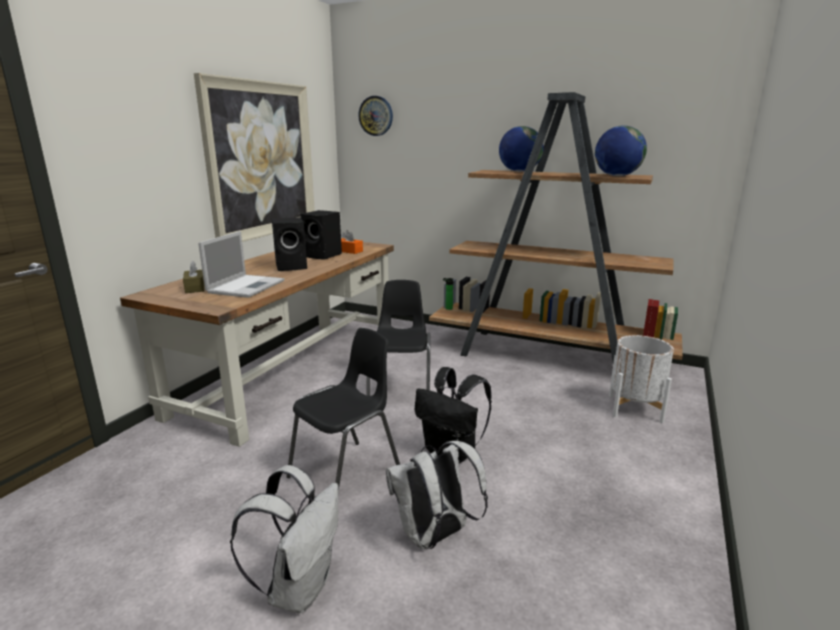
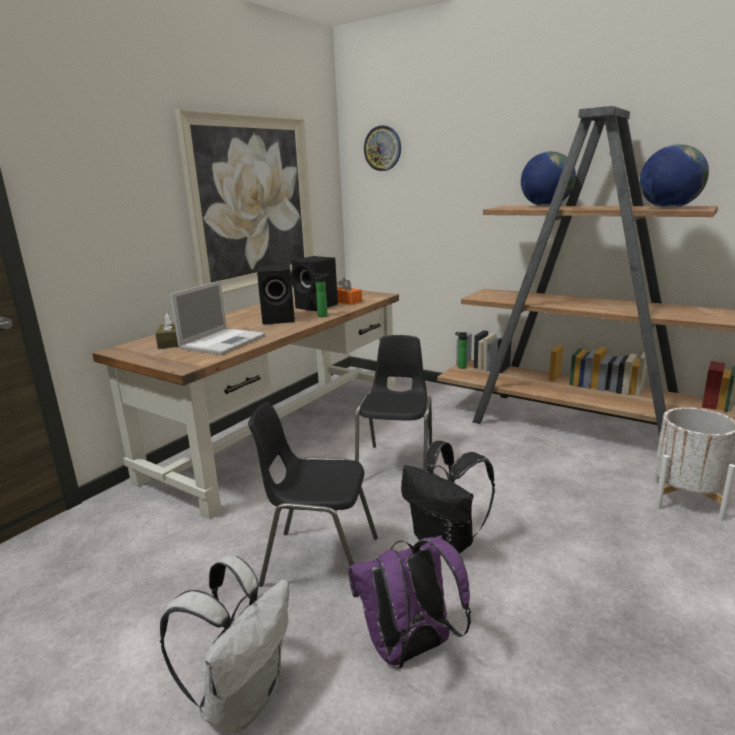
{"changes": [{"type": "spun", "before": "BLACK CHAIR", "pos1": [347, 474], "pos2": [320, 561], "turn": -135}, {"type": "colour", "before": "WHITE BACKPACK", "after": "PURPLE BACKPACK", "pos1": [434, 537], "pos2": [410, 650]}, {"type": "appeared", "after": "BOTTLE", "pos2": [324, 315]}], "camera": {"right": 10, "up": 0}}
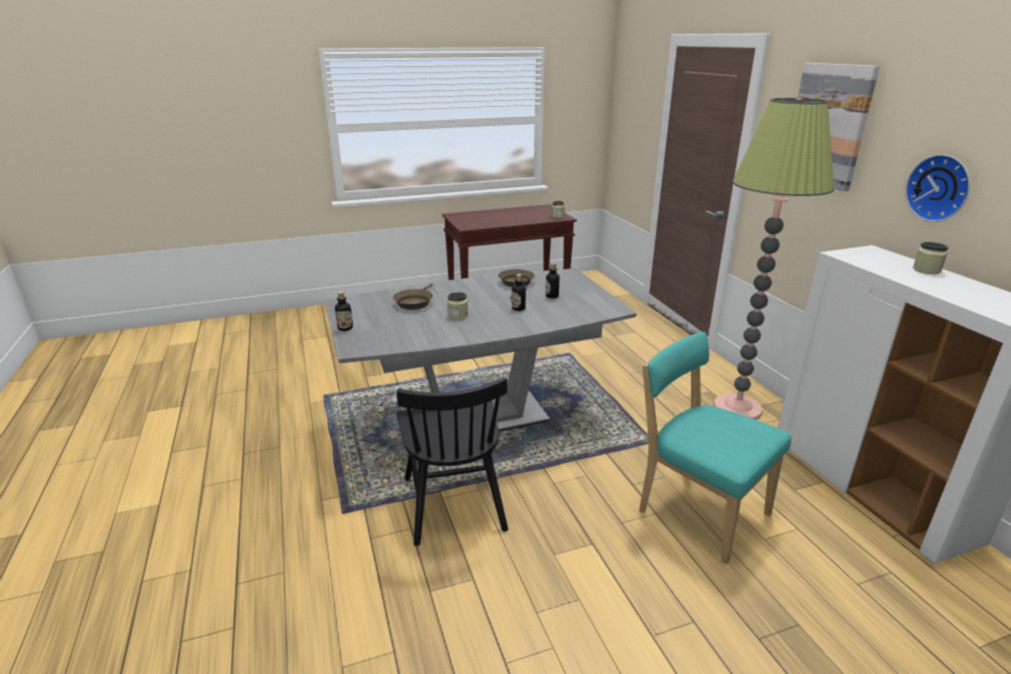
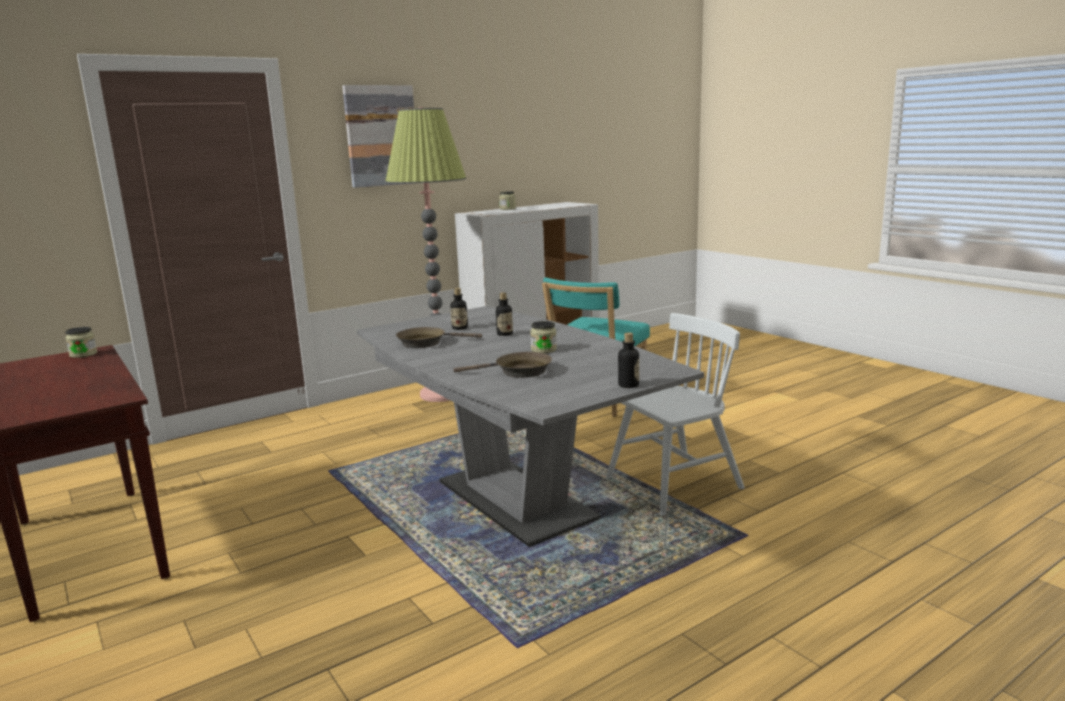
{"changes": [{"type": "colour", "before": "BLACK CHAIR", "after": "WHITE CHAIR", "pos1": [454, 502], "pos2": [673, 484]}, {"type": "missing", "before": "WALL CLOCK", "pos1": [940, 188]}], "camera": {"right": -105, "up": -10}}
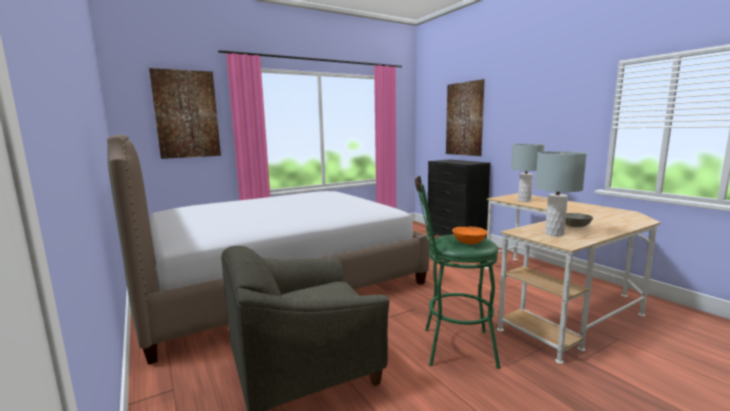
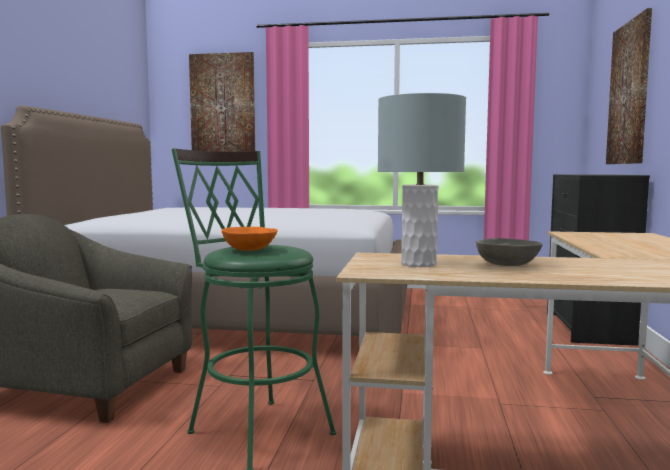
{"changes": [{"type": "missing", "before": "GREY TABLE LAMP", "pos1": [524, 200]}], "camera": {"right": 40, "up": -5}}
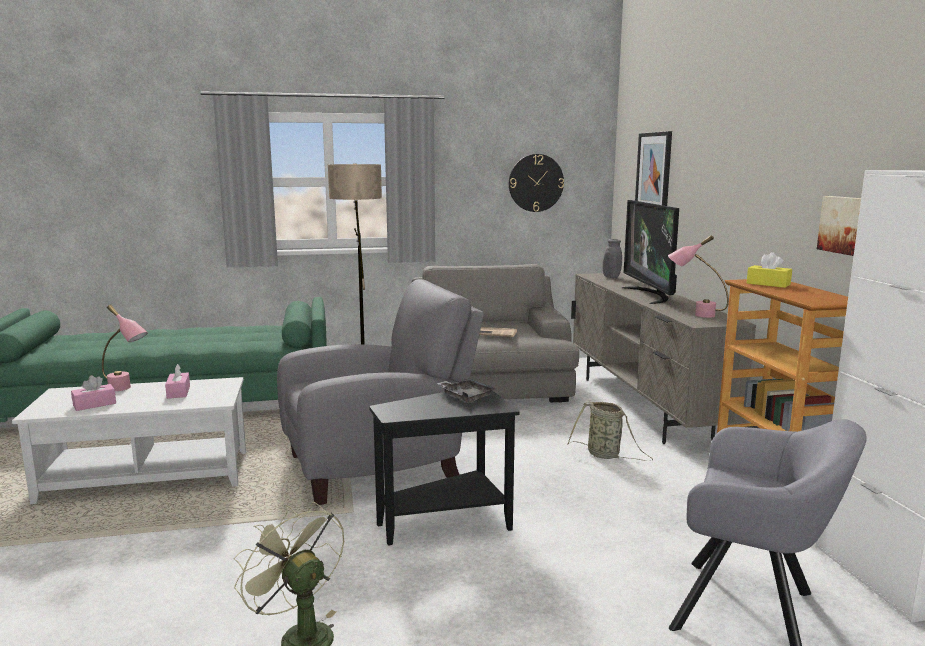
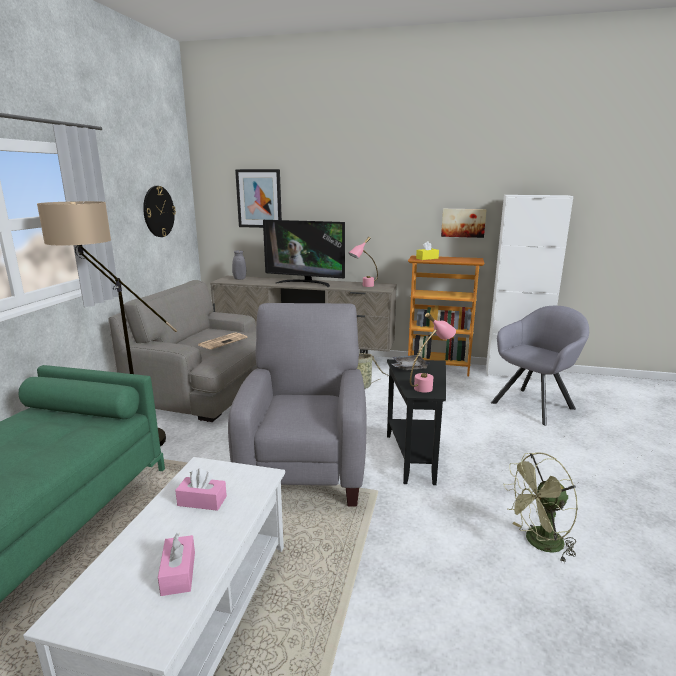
{"changes": [{"type": "relocated", "before": "PINK TABLE LAMP", "pos1": [126, 389], "pos2": [429, 386]}], "camera": {"right": -65, "up": 5}}
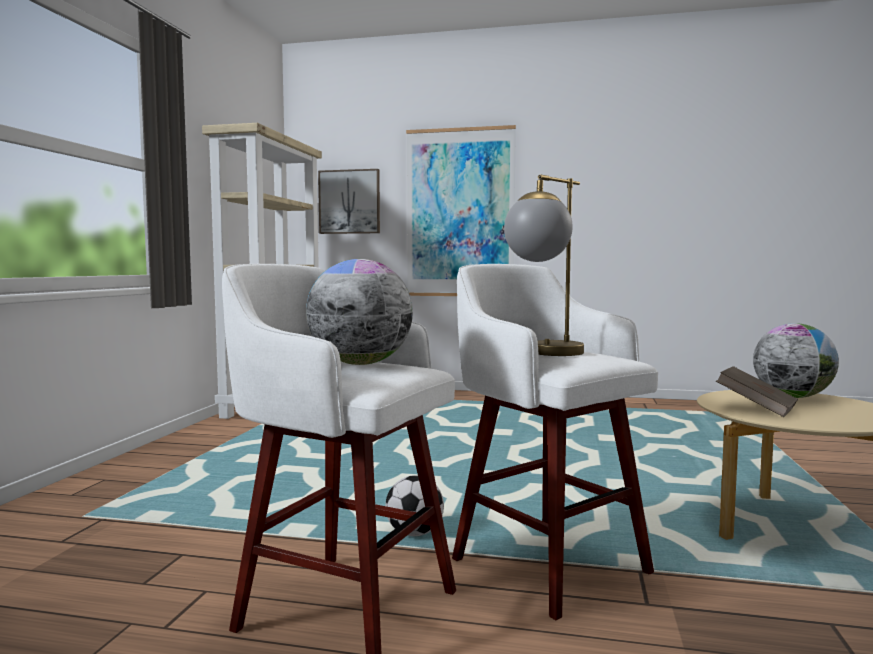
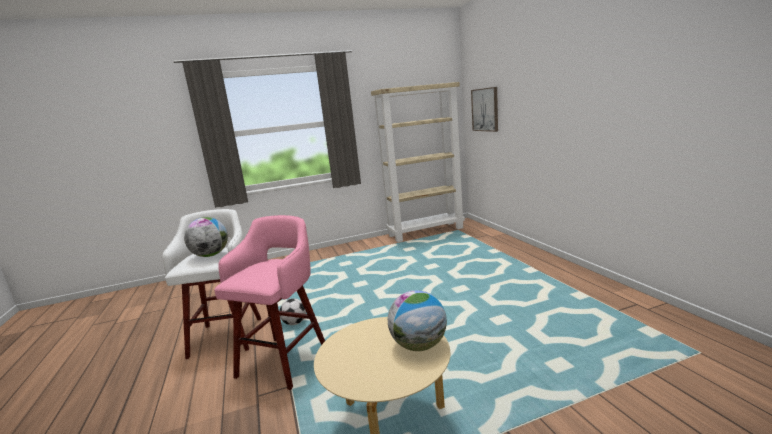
{"changes": [{"type": "missing", "before": "PICTURE", "pos1": [460, 213]}, {"type": "colour", "before": "WHITE STOOL", "after": "PINK STOOL", "pos1": [545, 562], "pos2": [285, 360]}, {"type": "missing", "before": "TABLE LAMP", "pos1": [545, 354]}, {"type": "missing", "before": "BROWN BOOK", "pos1": [756, 408]}], "camera": {"right": 60, "up": 10}}
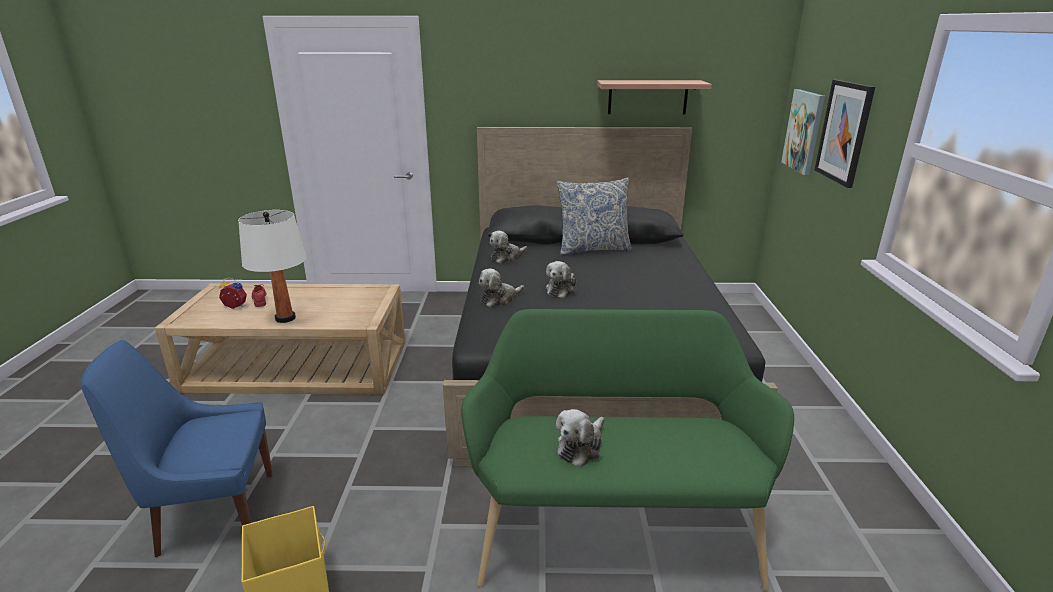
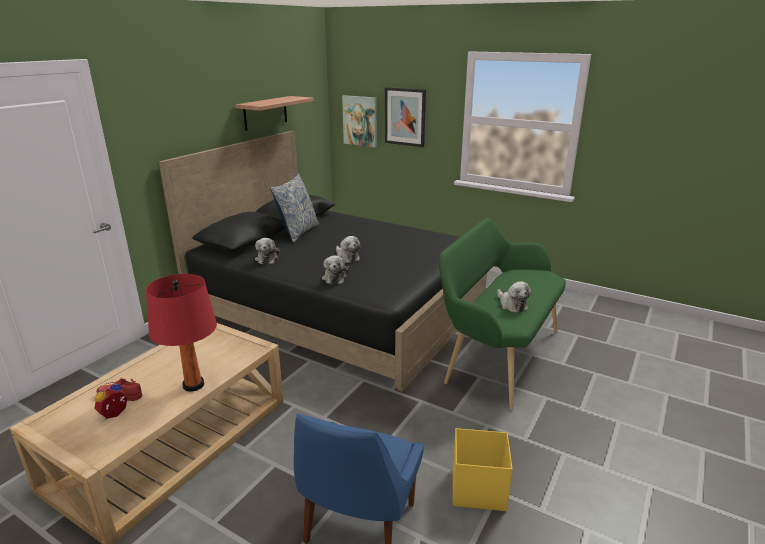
{"changes": [{"type": "colour", "before": "WHITE TABLE LAMP", "after": "RED TABLE LAMP", "pos1": [285, 318], "pos2": [193, 385]}], "camera": {"right": -60, "up": 0}}
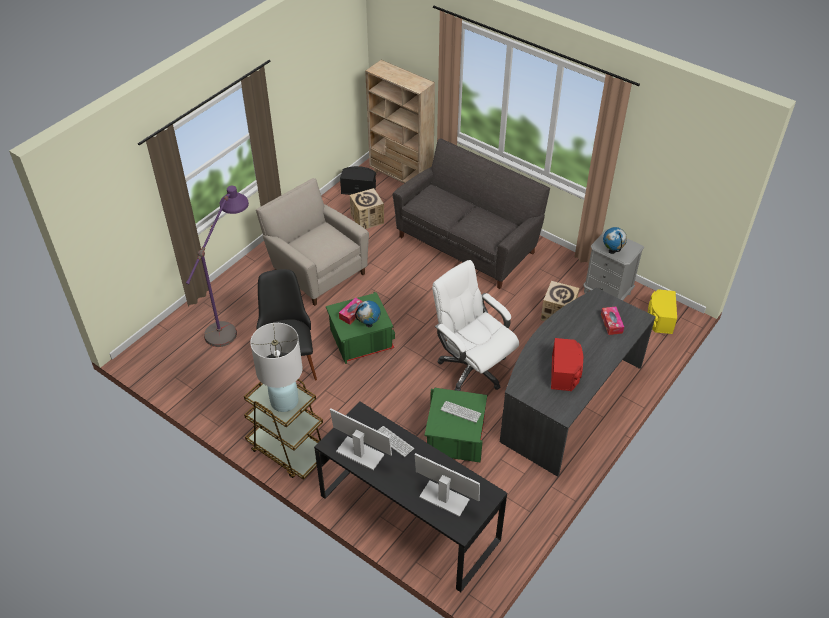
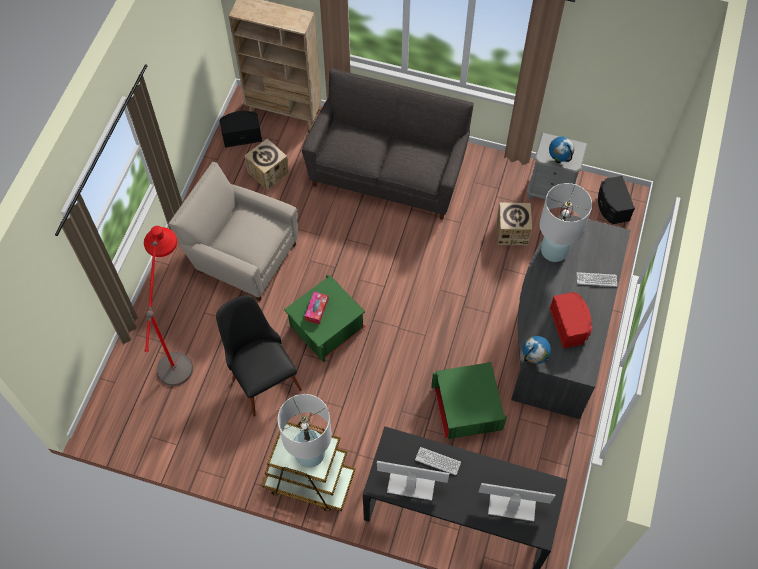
{"changes": [{"type": "colour", "before": "PURPLE FLOOR LAMP", "after": "RED FLOOR LAMP", "pos1": [233, 319], "pos2": [179, 345]}, {"type": "relocated", "before": "GLOBE", "pos1": [369, 324], "pos2": [534, 358]}, {"type": "missing", "before": "WHITE OFFICE CHAIR", "pos1": [472, 367]}, {"type": "relocated", "before": "KEYBOARD", "pos1": [460, 412], "pos2": [596, 279]}, {"type": "missing", "before": "TISSUE BOX", "pos1": [611, 323]}, {"type": "colour", "before": "YELLOW SPEAKER", "after": "BLACK SPEAKER", "pos1": [659, 319], "pos2": [611, 207]}, {"type": "appeared", "after": "WHITE TABLE LAMP", "pos2": [554, 250]}], "camera": {"right": -20, "up": 15}}
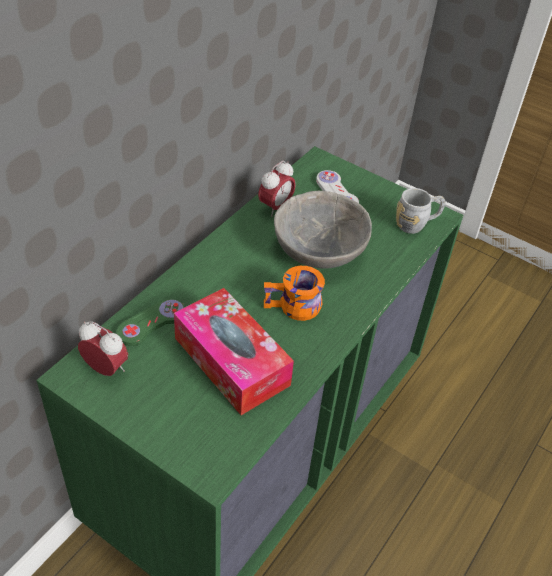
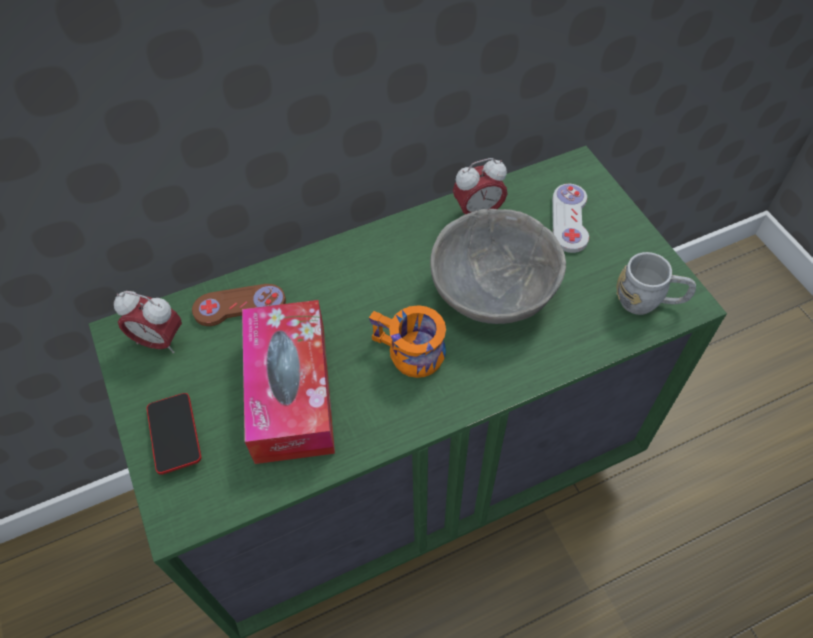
{"changes": [{"type": "spun", "before": "ALARM CLOCK", "pos1": [106, 369], "pos2": [159, 341], "turn": 135}, {"type": "colour", "before": "GREEN GAME CONTROLLER", "after": "BROWN GAME CONTROLLER", "pos1": [151, 323], "pos2": [240, 306]}, {"type": "appeared", "after": "PHONE", "pos2": [175, 435]}], "camera": {"right": 35, "up": 10}}
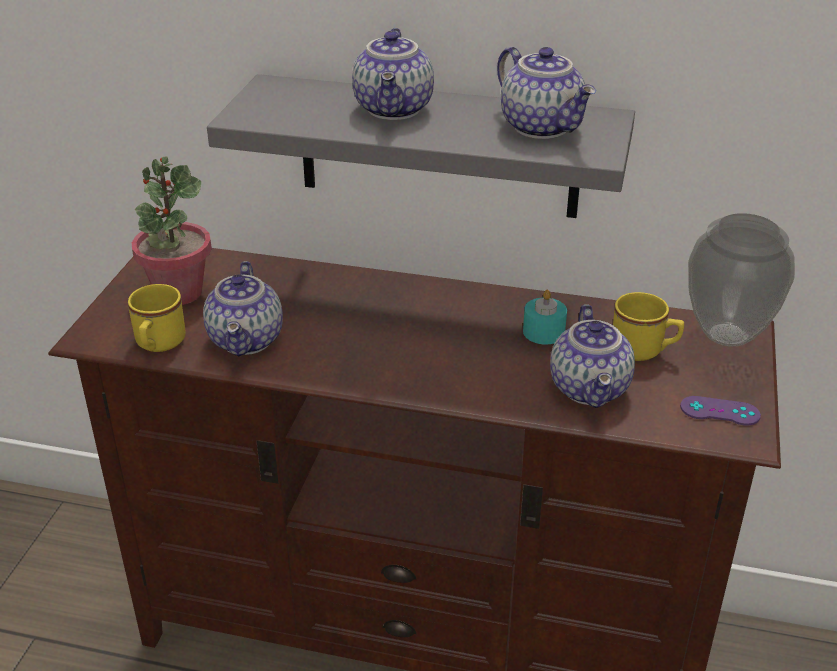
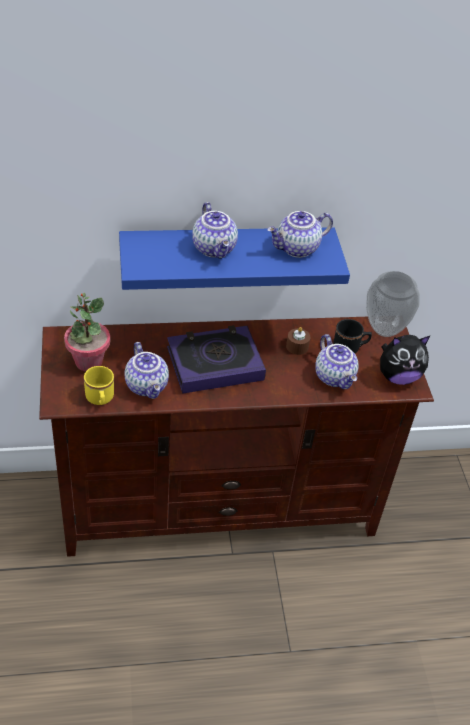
{"changes": [{"type": "colour", "before": "GREY SHELF", "after": "BLUE SHELF", "pos1": [438, 147], "pos2": [226, 255]}, {"type": "spun", "before": "TEAPOT", "pos1": [543, 127], "pos2": [297, 249], "turn": 120}, {"type": "colour", "before": "TURQUOISE CANDLE", "after": "BROWN CANDLE", "pos1": [543, 332], "pos2": [297, 346]}, {"type": "colour", "before": "YELLOW MUG", "after": "BLACK MUG", "pos1": [644, 351], "pos2": [350, 348]}, {"type": "exchanged", "before": "PURPLE GAME CONTROLLER", "after": "PLUSH TOY", "pos1": [719, 411], "pos2": [398, 376]}, {"type": "appeared", "after": "BOOK", "pos2": [215, 364]}], "camera": {"right": -25, "up": 10}}
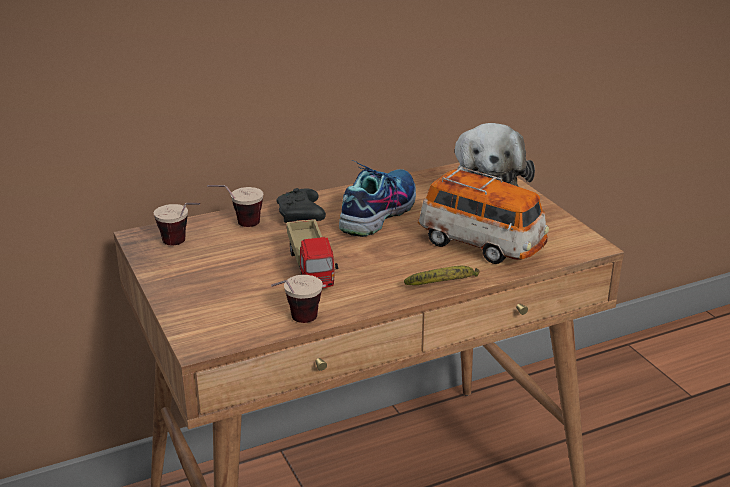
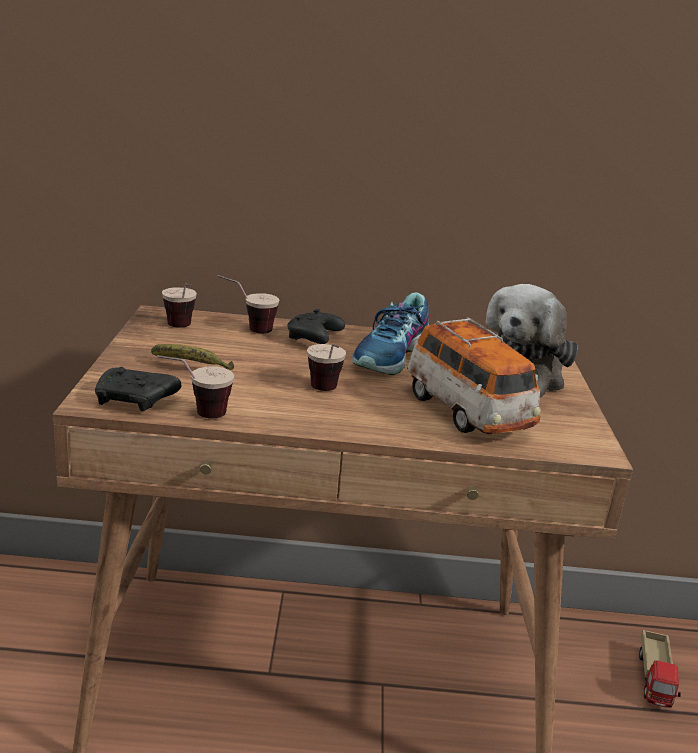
{"changes": [{"type": "relocated", "before": "TOY TRUCK", "pos1": [312, 270], "pos2": [654, 680]}, {"type": "spun", "before": "SHOE", "pos1": [377, 212], "pos2": [392, 356], "turn": 150}, {"type": "relocated", "before": "BANANA", "pos1": [445, 286], "pos2": [190, 367]}, {"type": "appeared", "after": "BLACK GAME CONTROLLER", "pos2": [136, 401]}, {"type": "appeared", "after": "CUP", "pos2": [326, 393]}], "camera": {"right": 25, "up": -5}}
